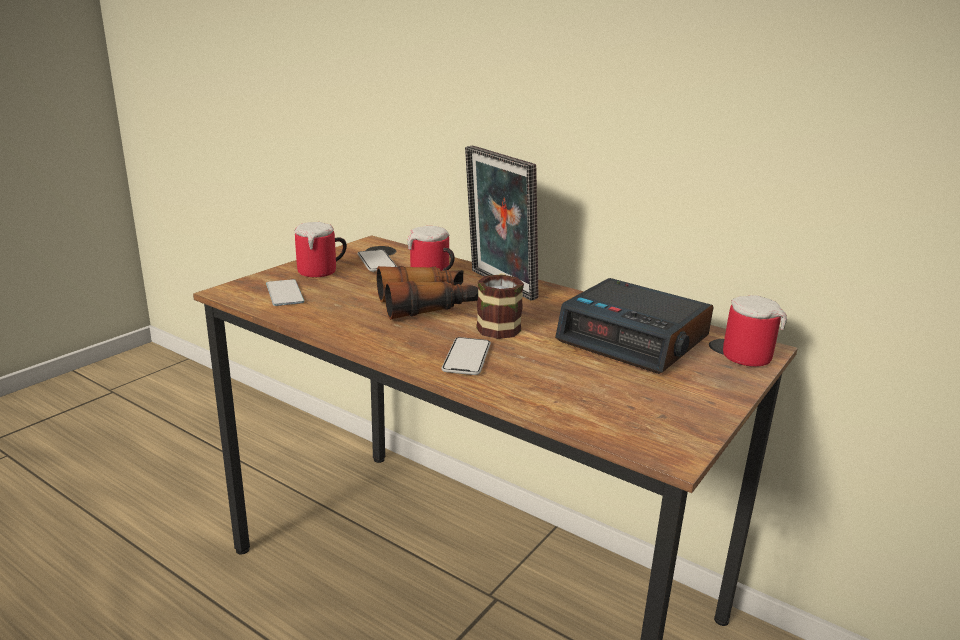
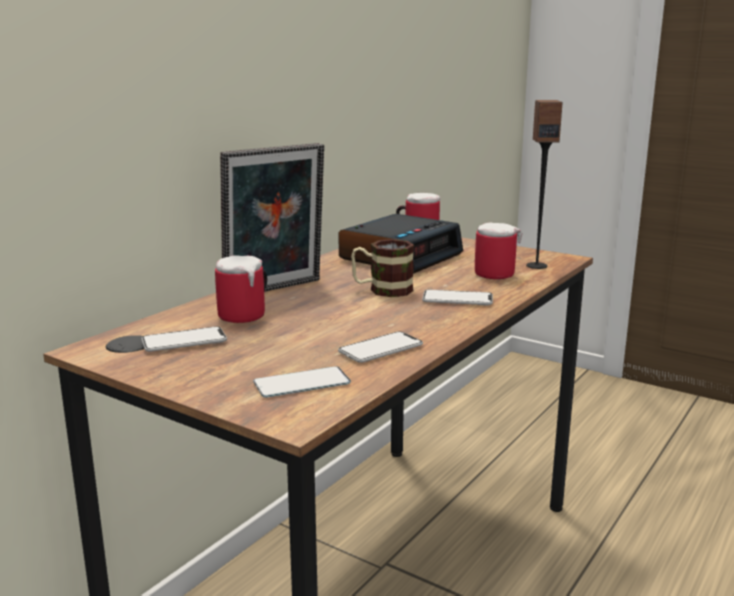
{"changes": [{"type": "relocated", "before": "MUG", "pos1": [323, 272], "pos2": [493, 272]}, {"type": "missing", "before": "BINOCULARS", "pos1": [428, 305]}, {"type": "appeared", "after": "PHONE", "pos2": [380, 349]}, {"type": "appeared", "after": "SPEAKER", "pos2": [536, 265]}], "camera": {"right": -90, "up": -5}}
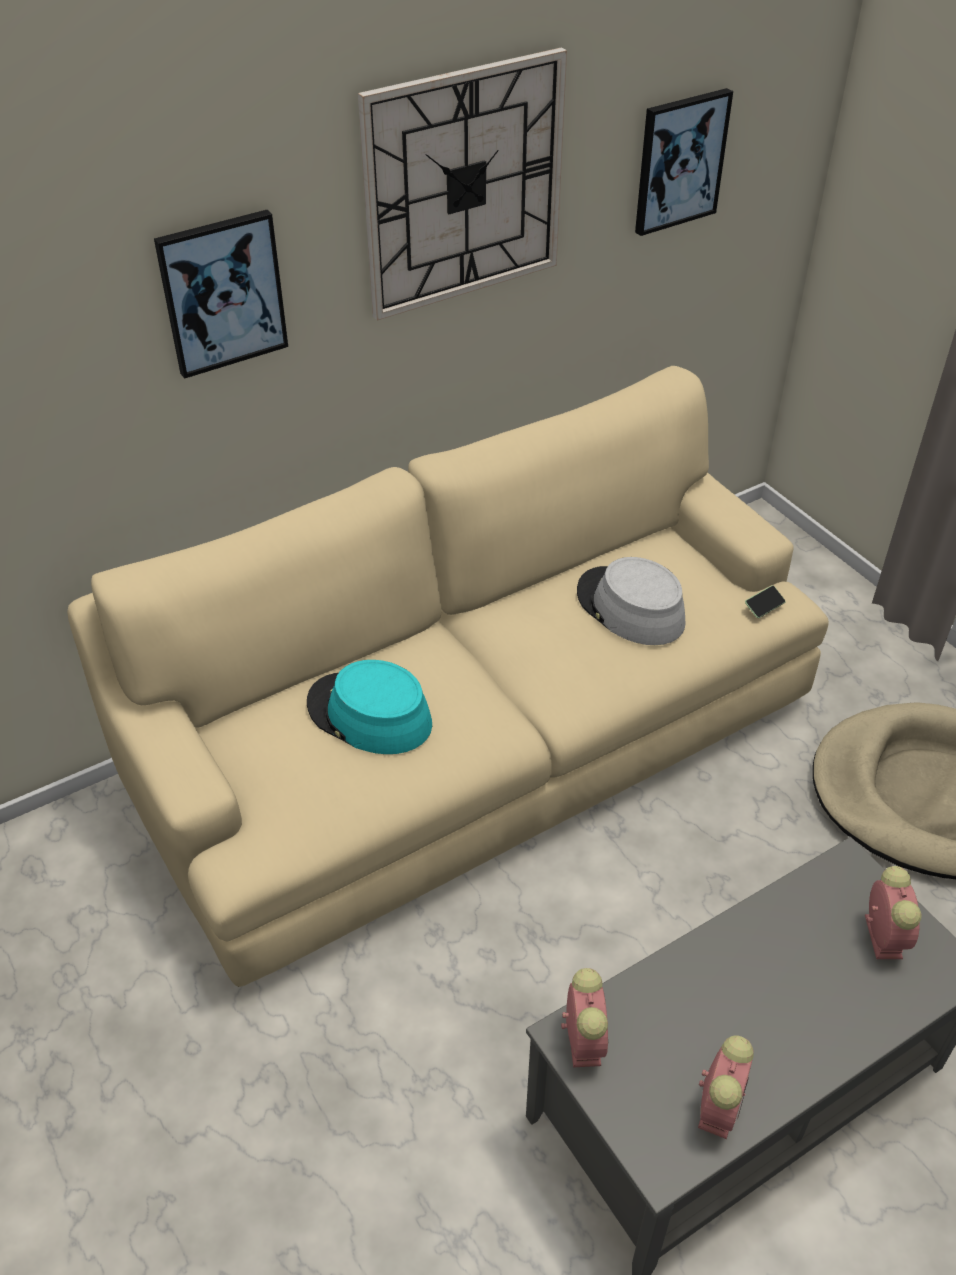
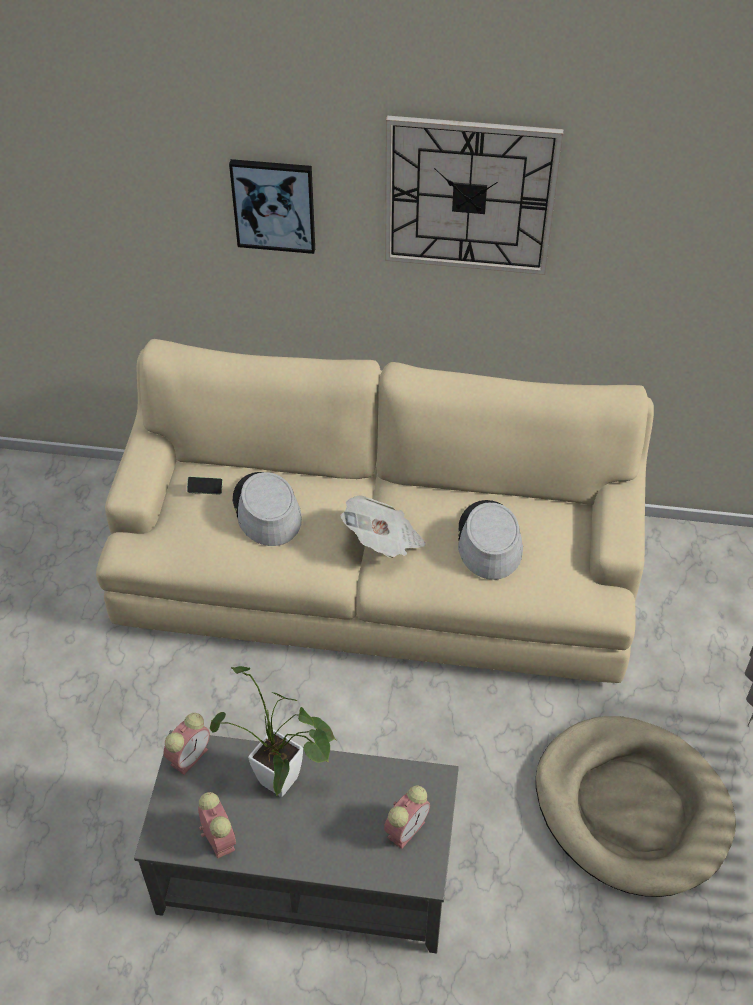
{"changes": [{"type": "colour", "before": "TURQUOISE HAT", "after": "GREY HAT", "pos1": [369, 715], "pos2": [266, 510]}, {"type": "missing", "before": "PICTURE", "pos1": [679, 161]}, {"type": "spun", "before": "ALARM CLOCK", "pos1": [719, 1104], "pos2": [218, 837], "turn": -90}, {"type": "relocated", "before": "PHONE", "pos1": [764, 606], "pos2": [205, 489]}, {"type": "appeared", "after": "POTTED PLANT", "pos2": [286, 786]}, {"type": "appeared", "after": "NEWSPAPER", "pos2": [383, 541]}], "camera": {"right": 40, "up": 5}}
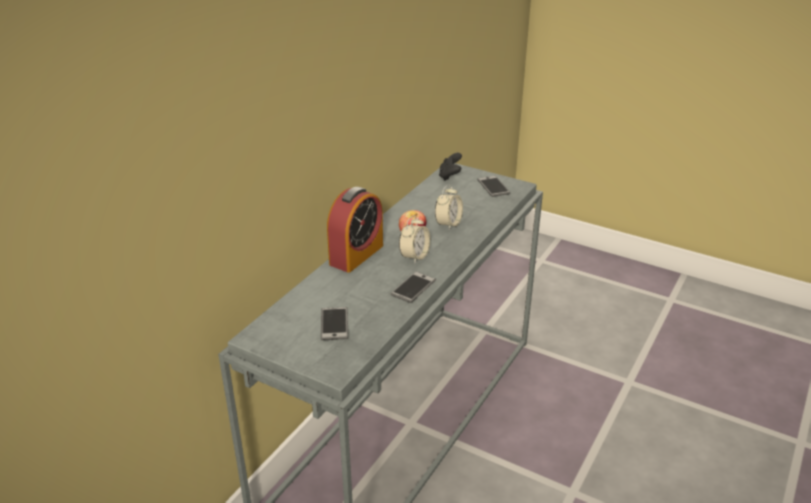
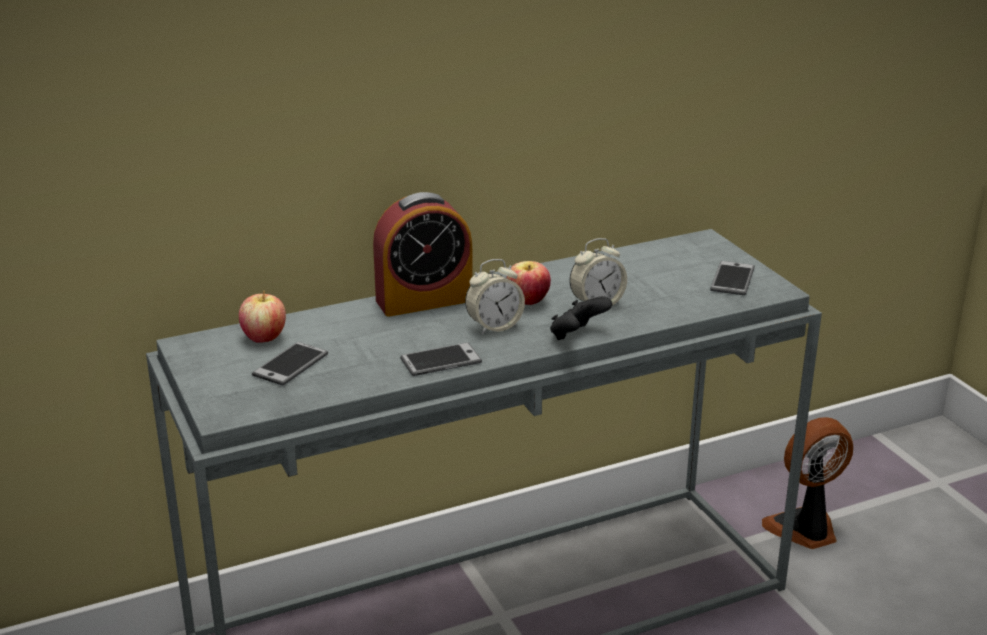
{"changes": [{"type": "relocated", "before": "BLACK GAME CONTROLLER", "pos1": [450, 176], "pos2": [577, 336]}, {"type": "appeared", "after": "APPLE", "pos2": [264, 337]}, {"type": "appeared", "after": "FAN", "pos2": [805, 530]}], "camera": {"right": 35, "up": -5}}
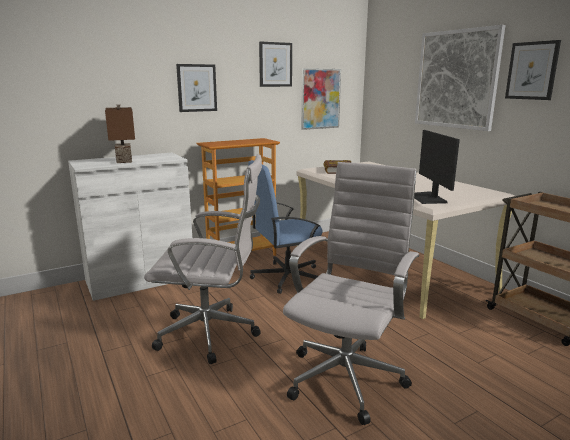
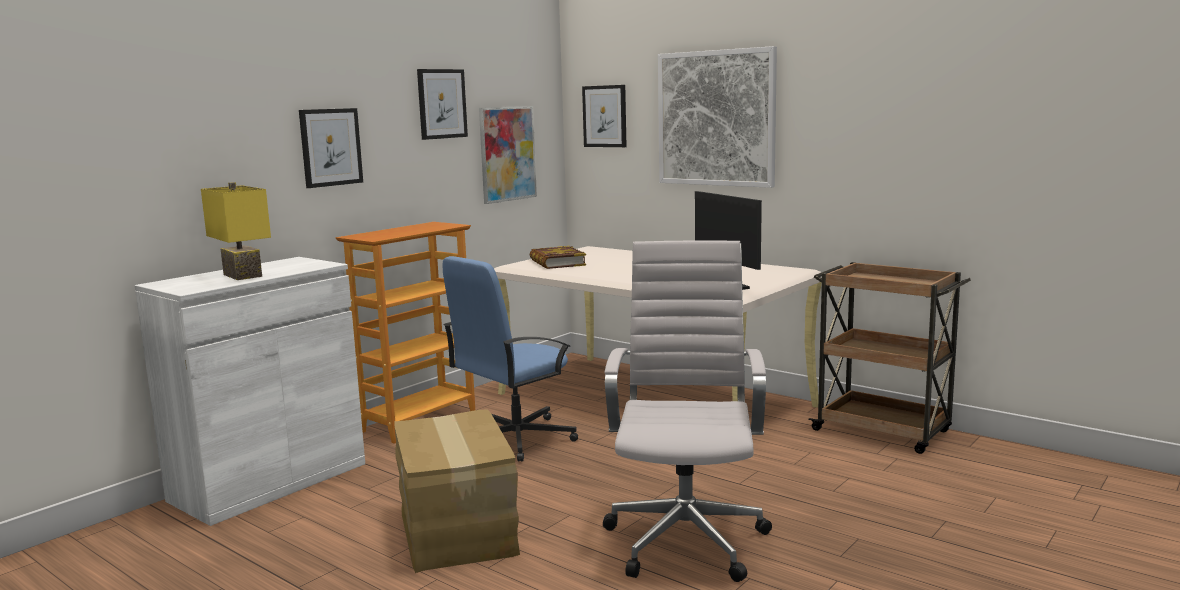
{"changes": [{"type": "colour", "before": "BROWN TABLE LAMP", "after": "YELLOW TABLE LAMP", "pos1": [125, 160], "pos2": [245, 275]}, {"type": "exchanged", "before": "WHITE OFFICE CHAIR", "after": "CARDBOARD BOX", "pos1": [212, 334], "pos2": [459, 530]}, {"type": "relocated", "before": "PICTURE", "pos1": [532, 71], "pos2": [605, 116]}], "camera": {"right": -20, "up": -5}}
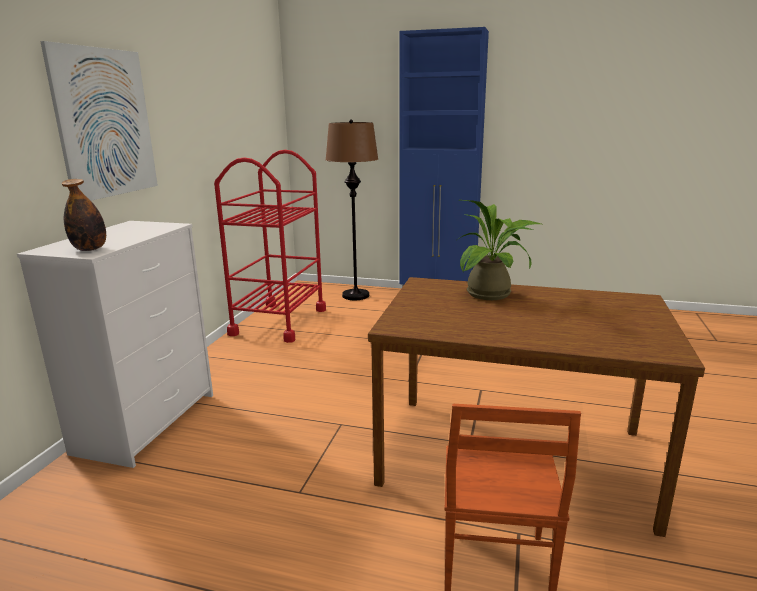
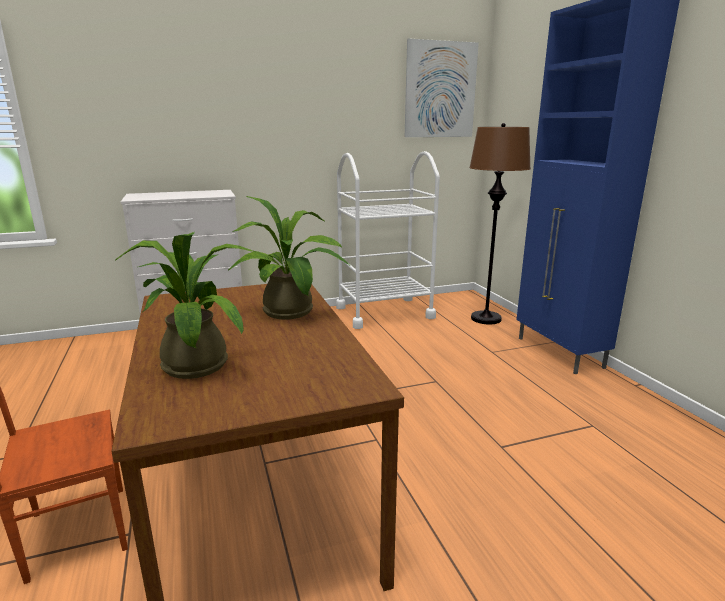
{"changes": [{"type": "relocated", "before": "PICTURE", "pos1": [105, 123], "pos2": [440, 90]}, {"type": "missing", "before": "BOTTLE", "pos1": [90, 249]}, {"type": "colour", "before": "RED CART", "after": "WHITE CART", "pos1": [279, 321], "pos2": [384, 312]}, {"type": "appeared", "after": "POTTED PLANT", "pos2": [196, 362]}], "camera": {"right": 55, "up": 0}}
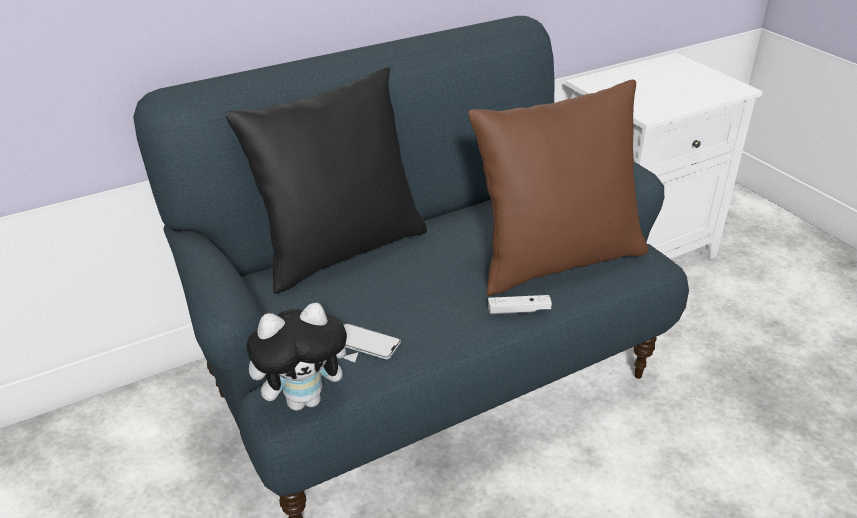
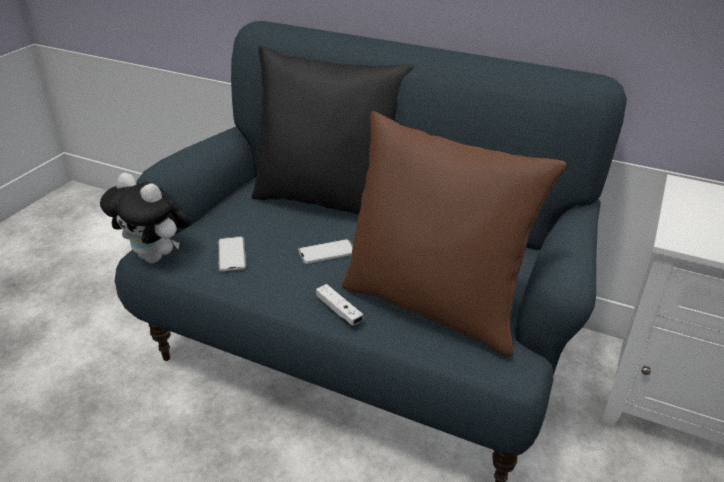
{"changes": [{"type": "appeared", "after": "PHONE", "pos2": [327, 252]}], "camera": {"right": 55, "up": 0}}
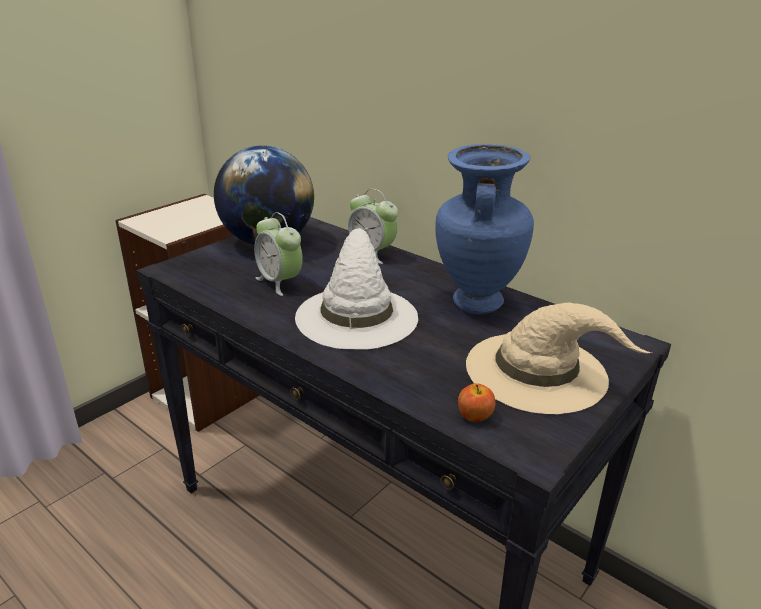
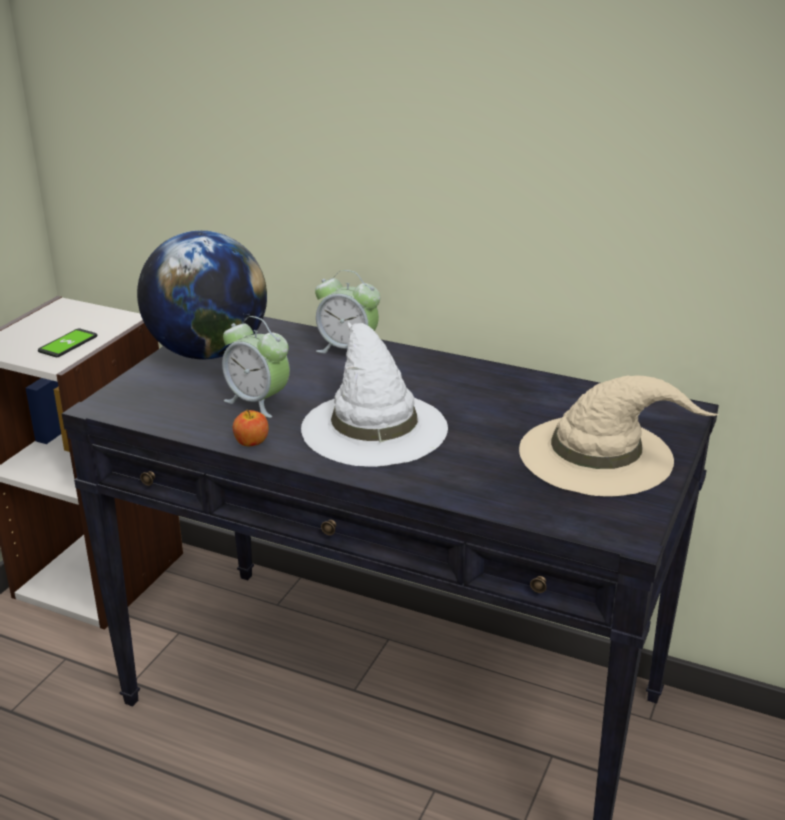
{"changes": [{"type": "missing", "before": "BLUE VASE", "pos1": [475, 303]}, {"type": "relocated", "before": "APPLE", "pos1": [474, 416], "pos2": [251, 442]}, {"type": "appeared", "after": "PHONE", "pos2": [68, 344]}], "camera": {"right": -15, "up": 0}}
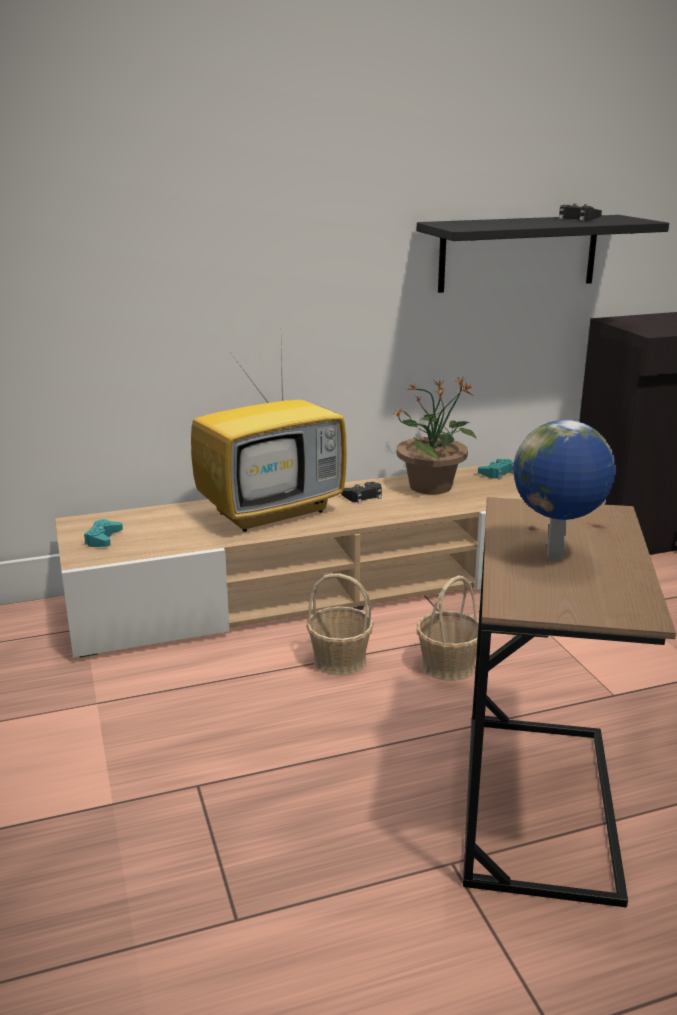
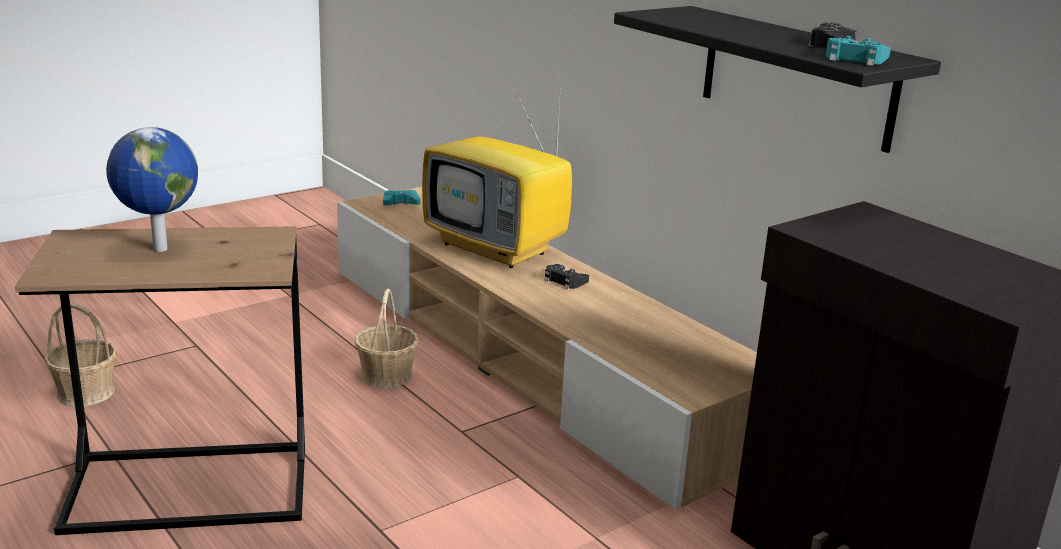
{"changes": [{"type": "missing", "before": "POTTED PLANT", "pos1": [432, 486]}, {"type": "relocated", "before": "BASKET", "pos1": [447, 665], "pos2": [86, 392]}, {"type": "relocated", "before": "TURQUOISE GAME CONTROLLER", "pos1": [497, 473], "pos2": [854, 59]}], "camera": {"right": 70, "up": 0}}
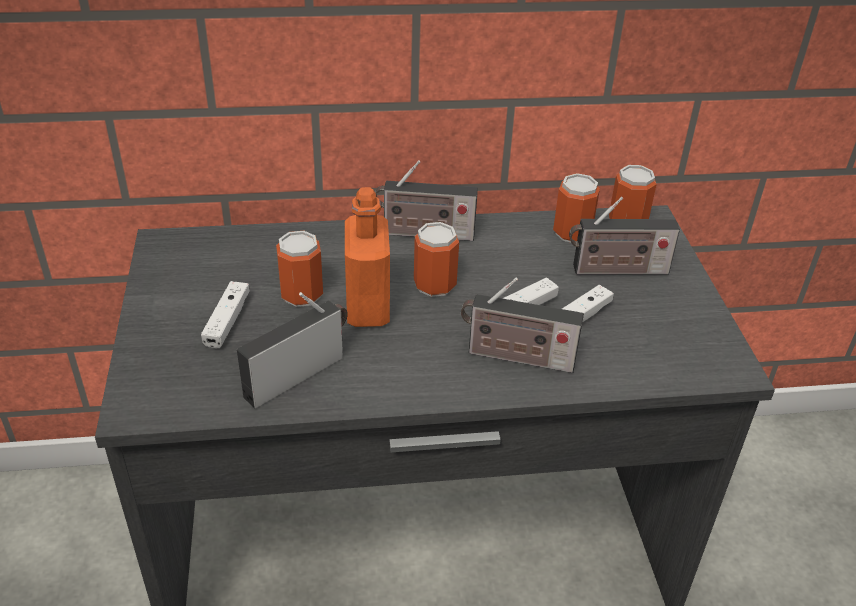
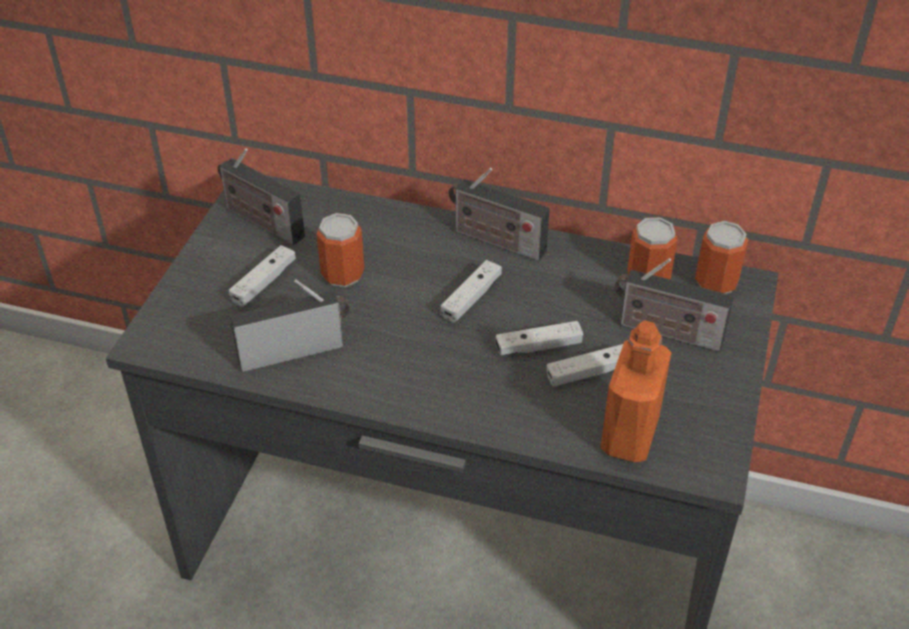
{"changes": [{"type": "relocated", "before": "ORANGE BOTTLE", "pos1": [368, 308], "pos2": [629, 435]}, {"type": "exchanged", "before": "CAN", "after": "WHITE GAME CONTROLLER", "pos1": [434, 285], "pos2": [471, 298]}, {"type": "relocated", "before": "RADIO", "pos1": [515, 357], "pos2": [261, 221]}], "camera": {"right": 25, "up": 5}}
